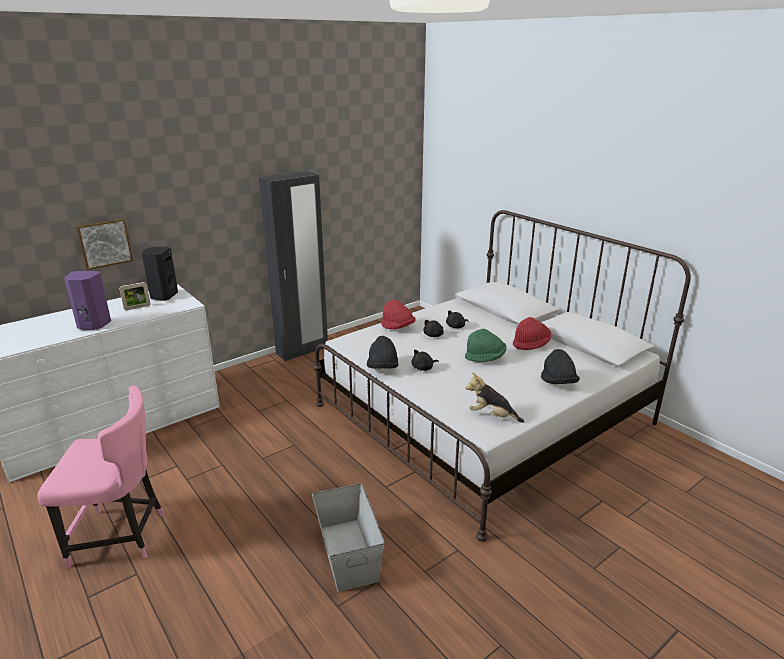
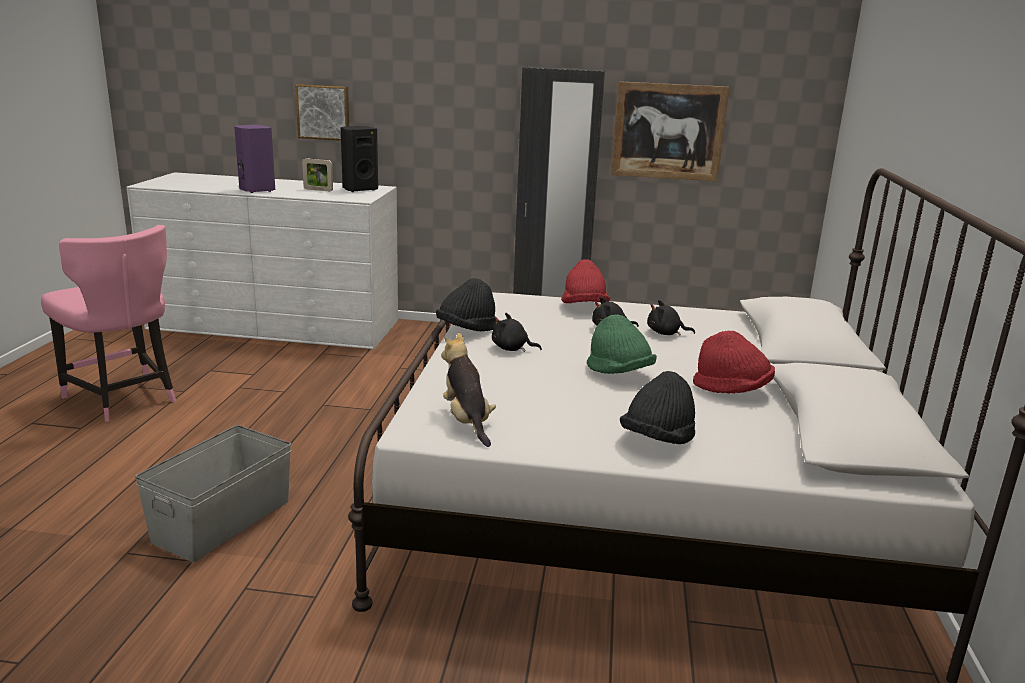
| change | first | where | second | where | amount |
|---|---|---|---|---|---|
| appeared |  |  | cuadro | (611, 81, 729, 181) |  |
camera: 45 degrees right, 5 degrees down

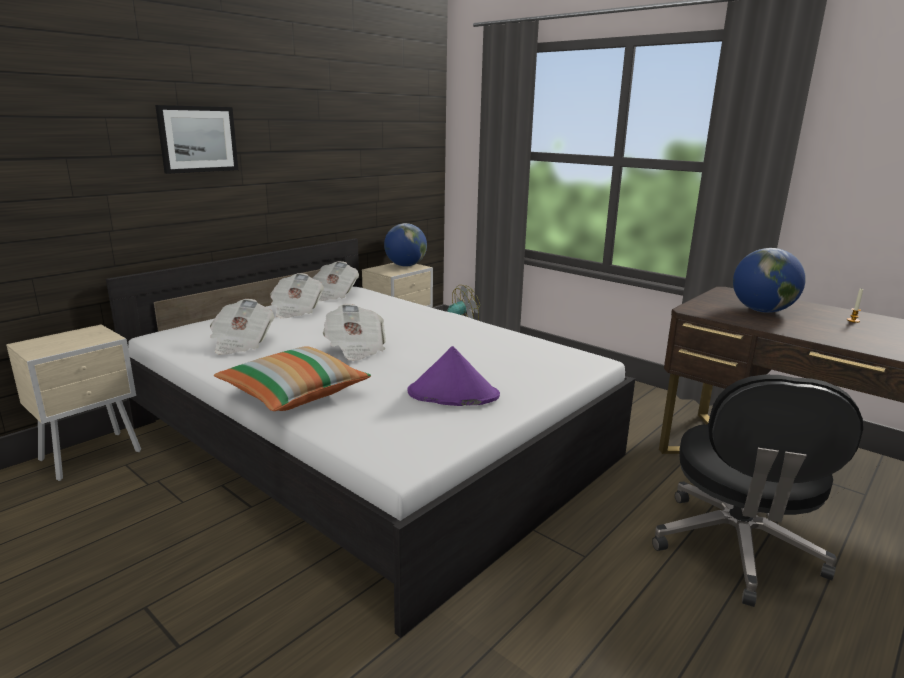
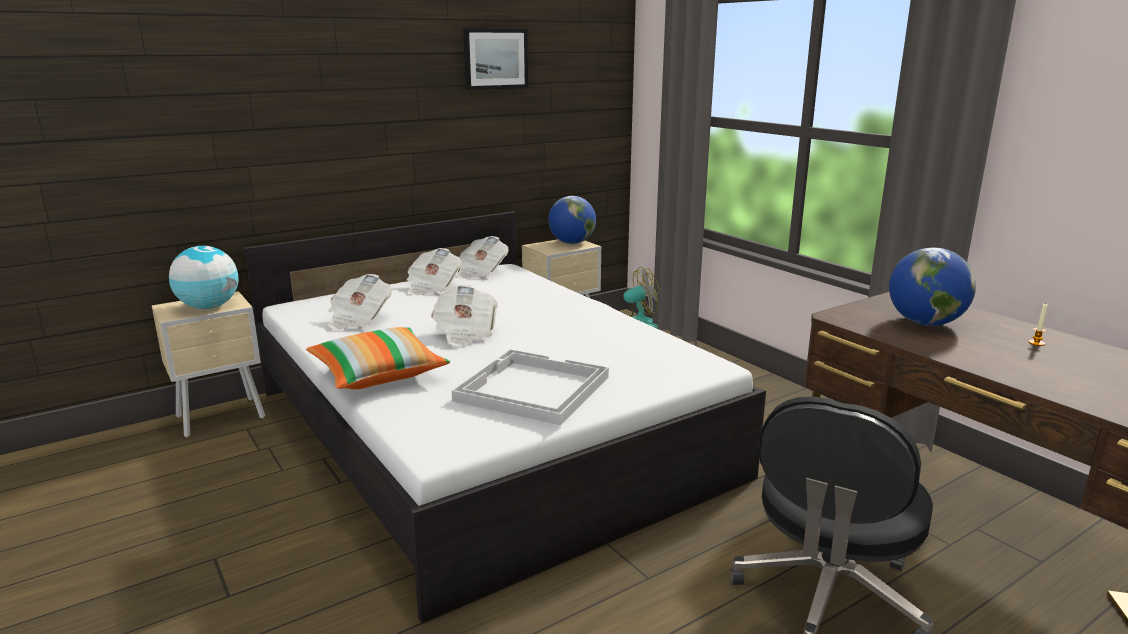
| change | first | where | second | where | amount |
|---|---|---|---|---|---|
| relocated | cuadro | (155, 105, 238, 174) |  | (463, 28, 528, 90) |  |
| exchanged | sombrero/morado | (407, 346, 500, 406) | bandeja/blanco | (452, 349, 609, 425) |  |
| appeared |  |  | globo terráqueo | (169, 246, 239, 309) |  |
camera: 15 degrees right, 0 degrees up

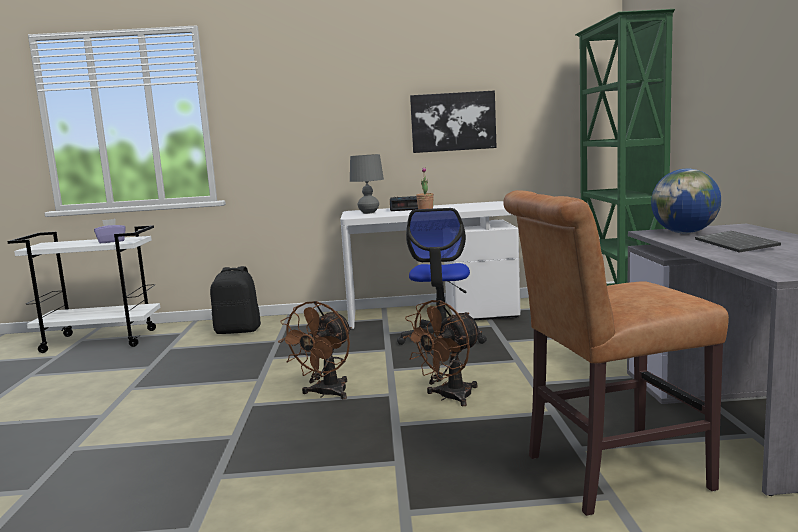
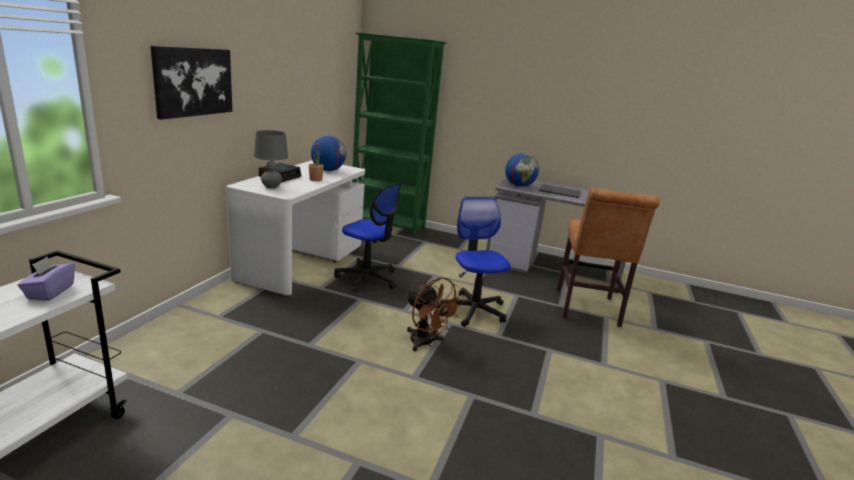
| change | first | where | second | where | amount |
|---|---|---|---|---|---|
| relocated | cuadro | (410, 91, 497, 153) |  | (151, 46, 232, 119) |  |
| missing | mochila/negro | (210, 266, 261, 334) |  |  |  |
| exchanged | ventilador/marrón | (403, 300, 482, 406) | silla de oficina | (437, 197, 511, 327) |  |
| appeared |  |  | globo terráqueo | (311, 136, 346, 171) |  |
camera: 70 degrees left, 10 degrees up

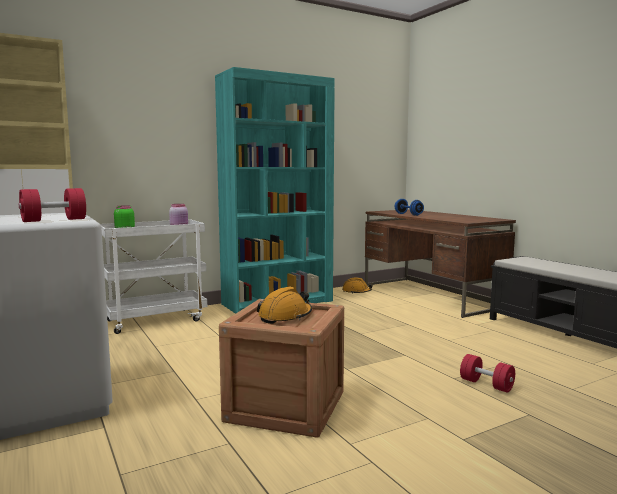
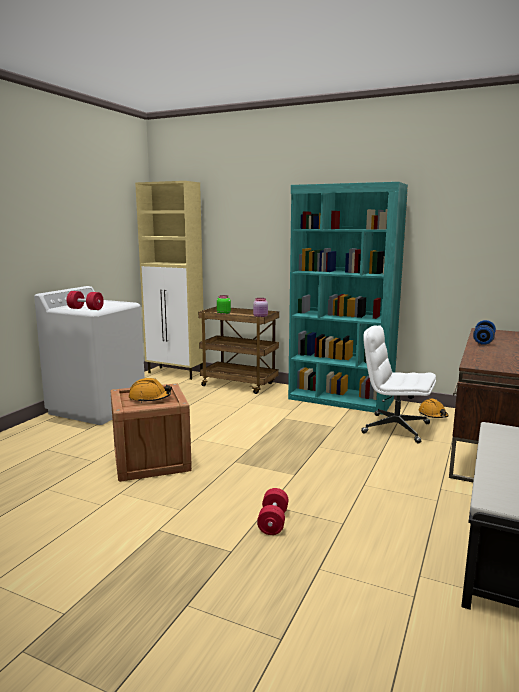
| change | first | where | second | where | amount |
|---|---|---|---|---|---|
| colour | carrito/blanco | (100, 219, 207, 334) | carrito/marrón | (198, 306, 279, 394) |  |
| appeared |  |  | silla de oficina/blanco | (361, 325, 436, 443) |  |
camera: 55 degrees right, 5 degrees up

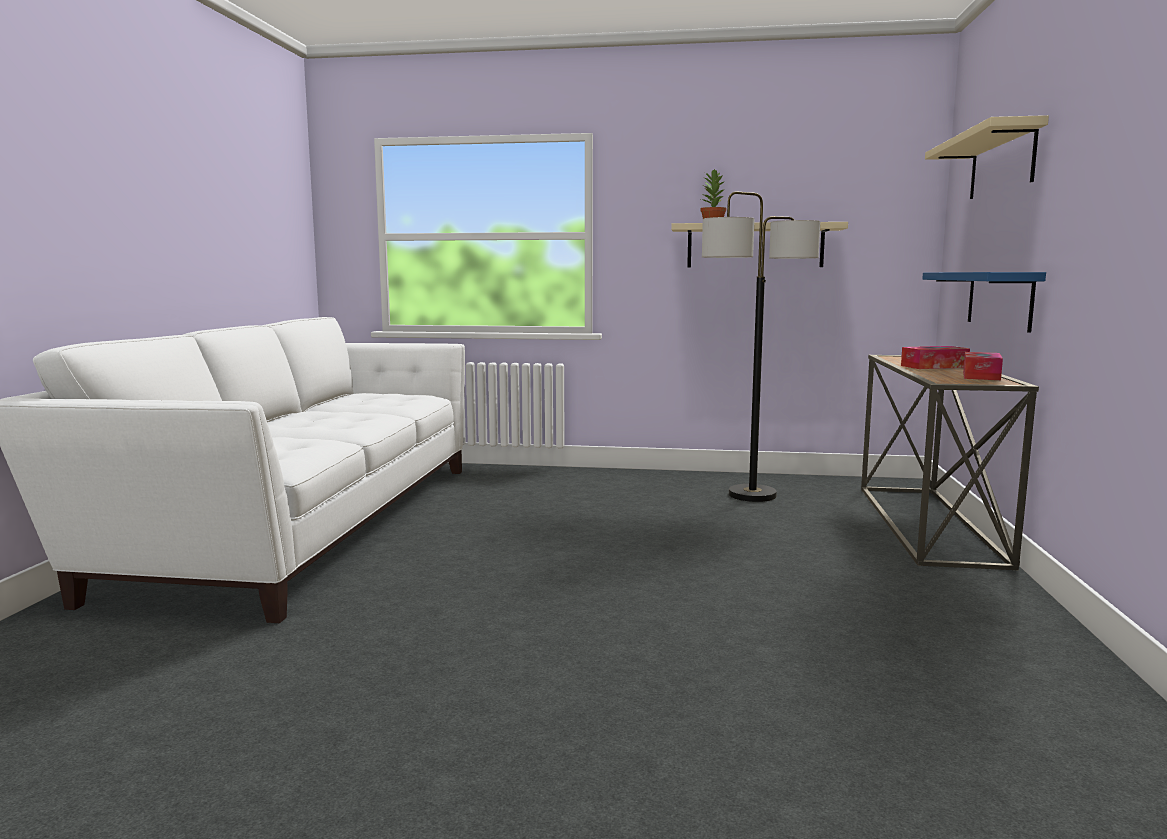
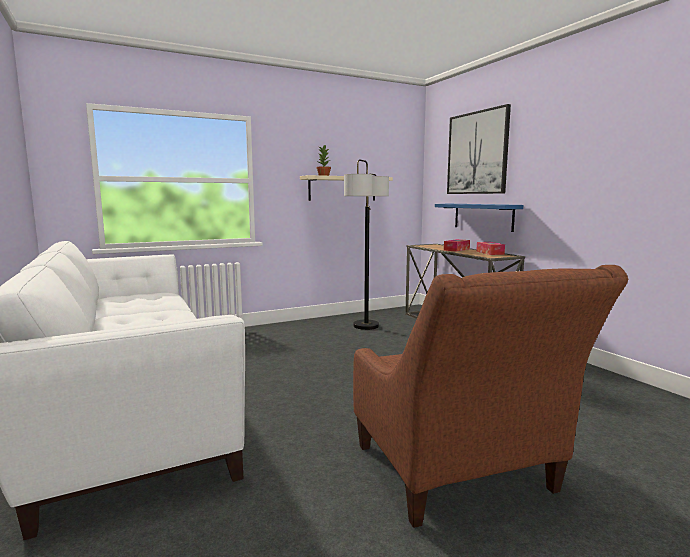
| change | first | where | second | where | amount |
|---|---|---|---|---|---|
| exchanged | estante/beis | (925, 115, 1049, 199) | cuadro | (447, 104, 511, 194) |  |
| appeared |  |  | sillón/marrón | (353, 265, 628, 528) |  |
camera: 35 degrees left, 0 degrees up

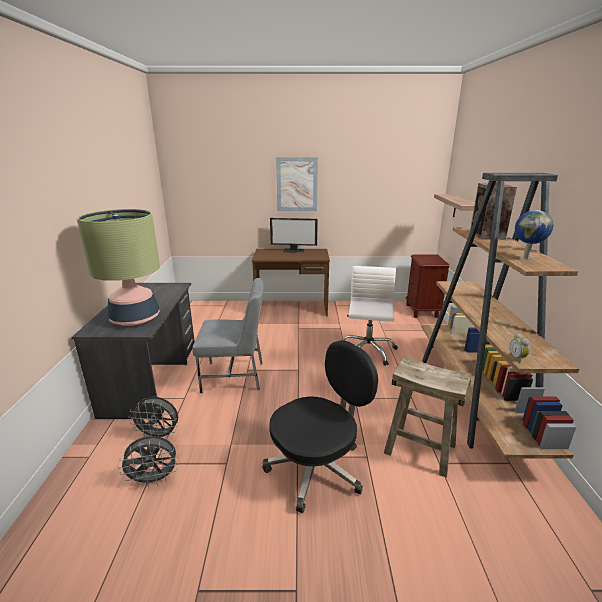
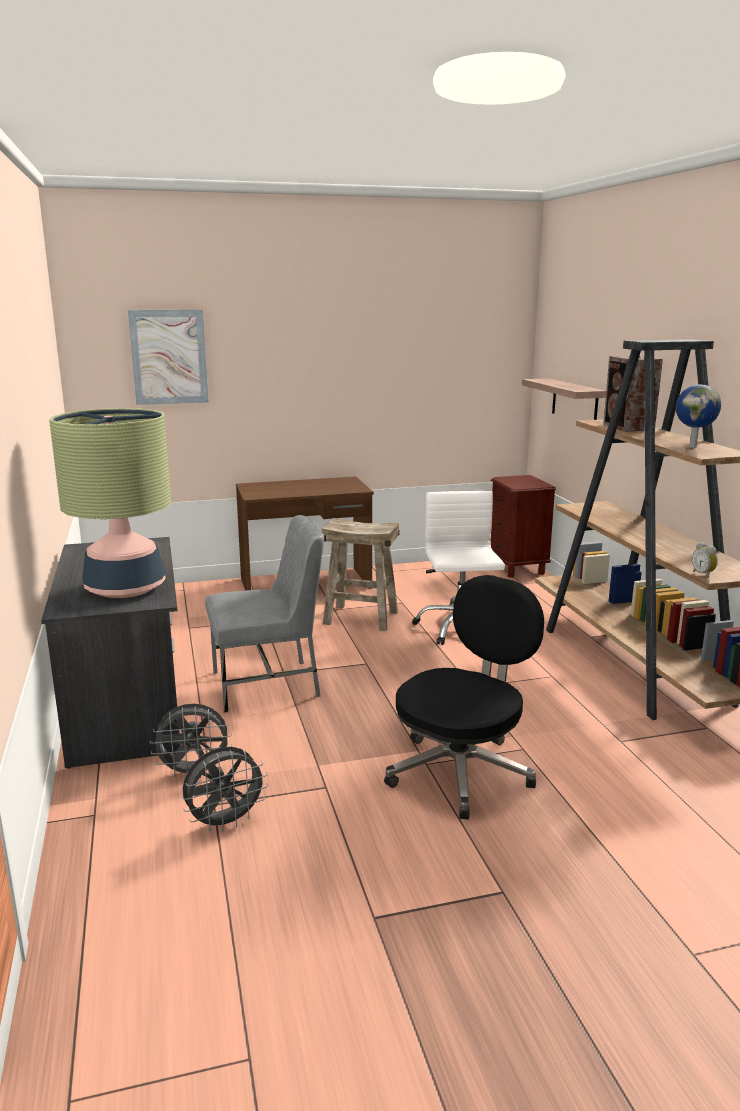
| change | first | where | second | where | amount |
|---|---|---|---|---|---|
| relocated | cuadro | (276, 157, 318, 211) |  | (128, 310, 208, 405) |  |
| missing | monitor | (270, 218, 318, 253) |  |  |  |
| relocated | taburete/beis | (384, 356, 472, 478) |  | (322, 518, 400, 631) |  |
camera: 15 degrees left, 5 degrees down

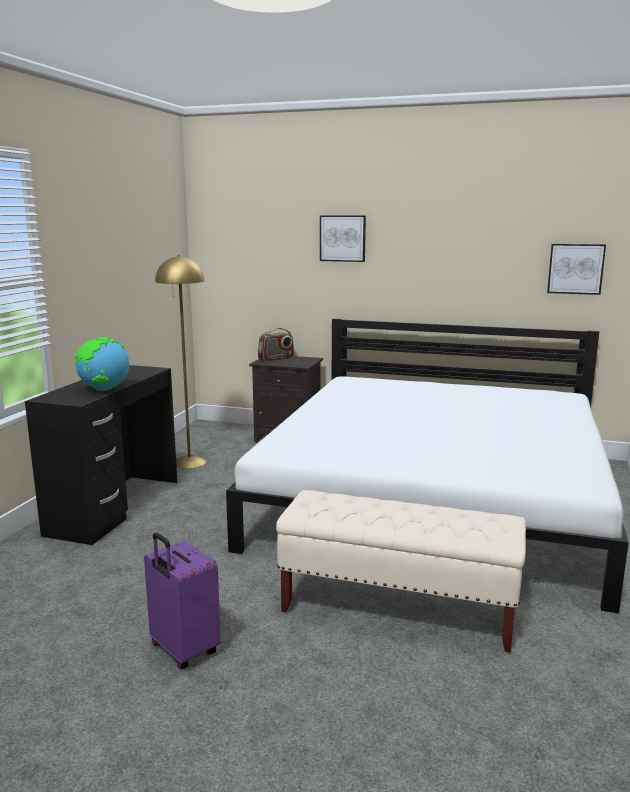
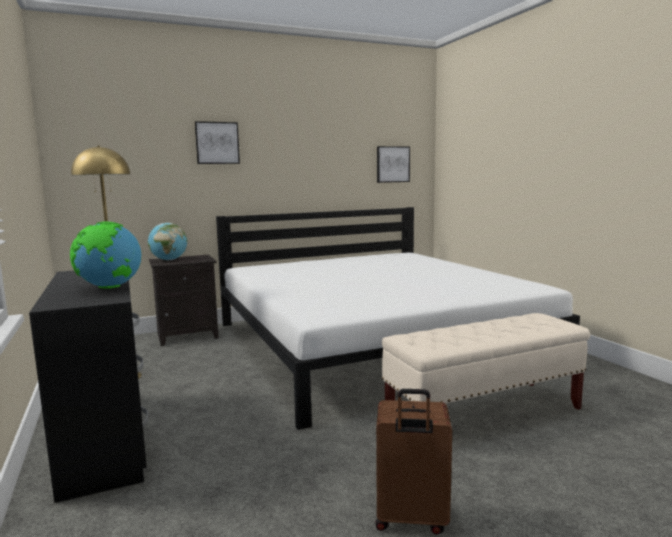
| change | first | where | second | where | amount |
|---|---|---|---|---|---|
| exchanged | radio | (258, 328, 294, 362) | globo terráqueo | (148, 223, 187, 261) |  |
| colour | maleta/morado | (144, 533, 221, 669) | maleta/marrón | (375, 389, 452, 535) |  |
camera: 40 degrees left, 5 degrees down

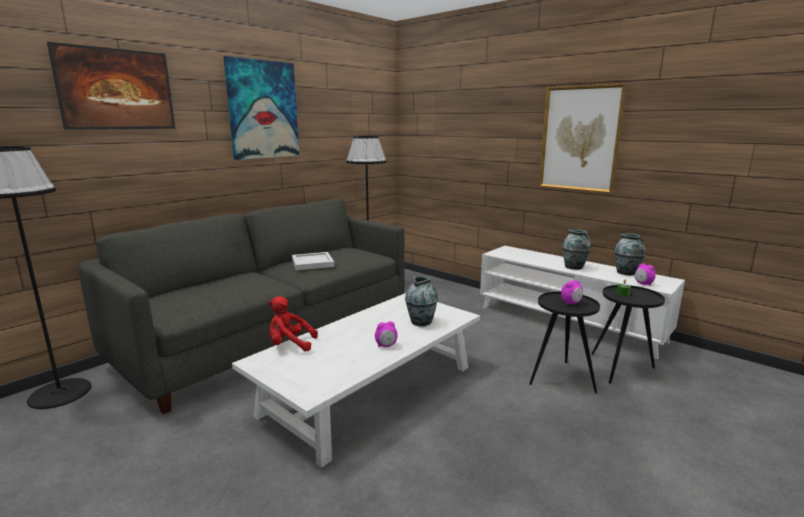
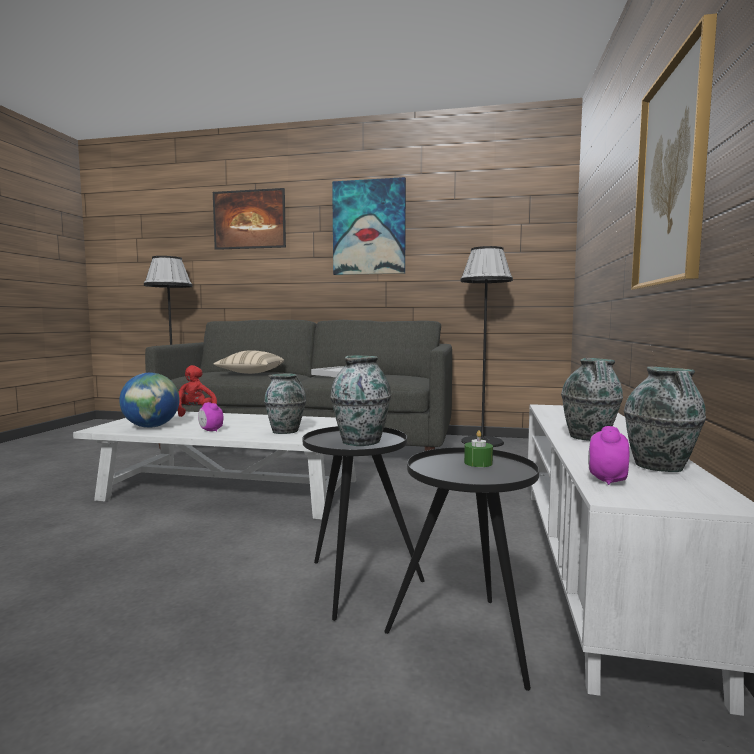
| change | first | where | second | where | amount |
|---|---|---|---|---|---|
| exchanged | despertador | (561, 280, 583, 304) | florero | (330, 356, 391, 446) |  |
| appeared |  |  | cojín/beis | (214, 350, 284, 374) |  |
| appeared |  |  | globo terráqueo | (119, 372, 180, 428) |  |
camera: 60 degrees right, 10 degrees down

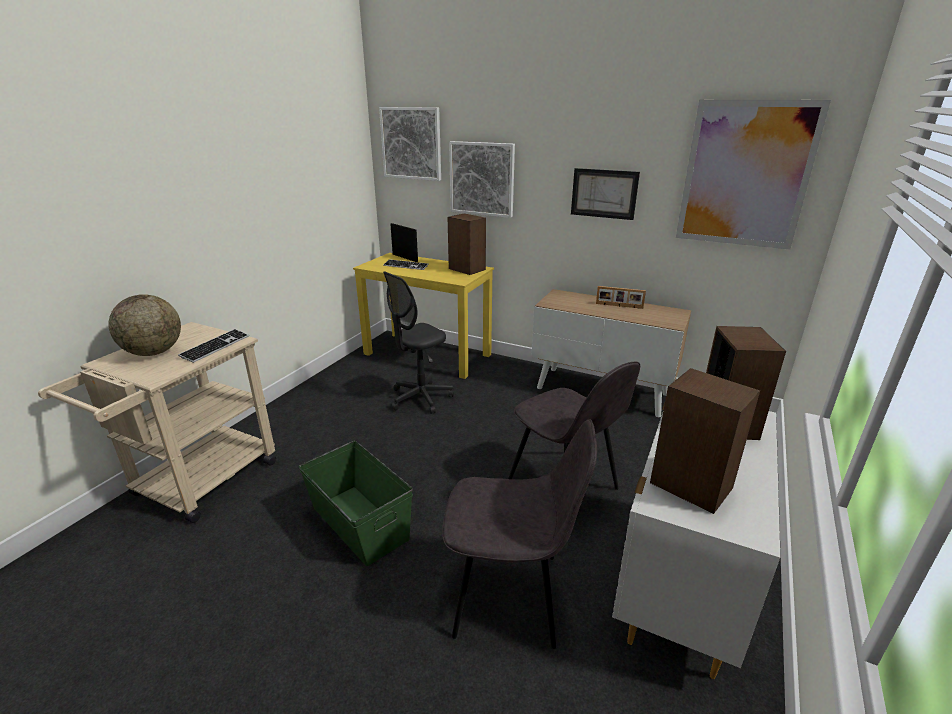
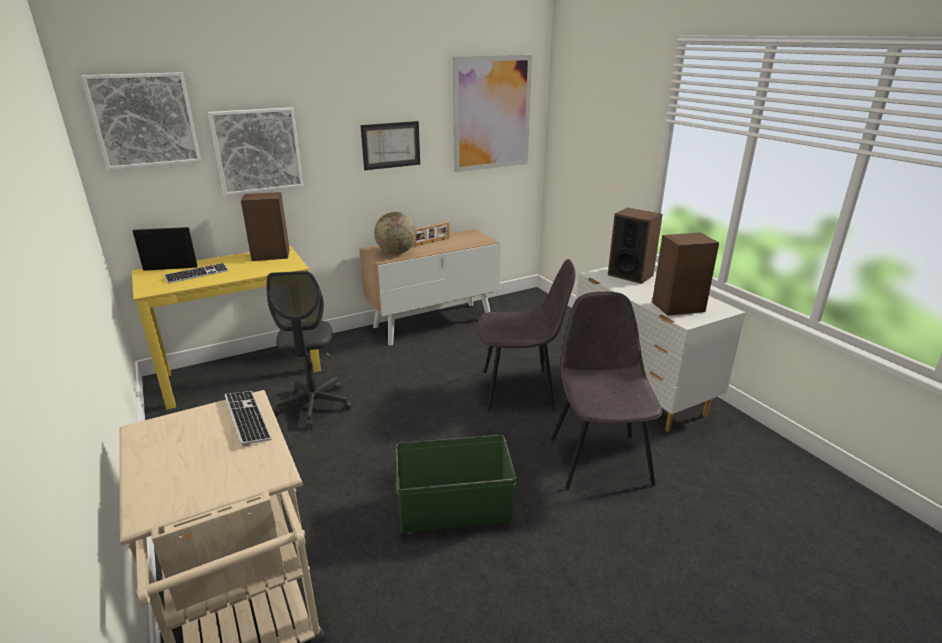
| change | first | where | second | where | amount |
|---|---|---|---|---|---|
| relocated | globo terráqueo | (109, 294, 181, 356) |  | (374, 212, 416, 254) |  |
| spun | silla/gris | (442, 419, 597, 649) |  | (551, 292, 662, 490) | 45 degrees counterclockwise |
camera: 55 degrees left, 0 degrees up

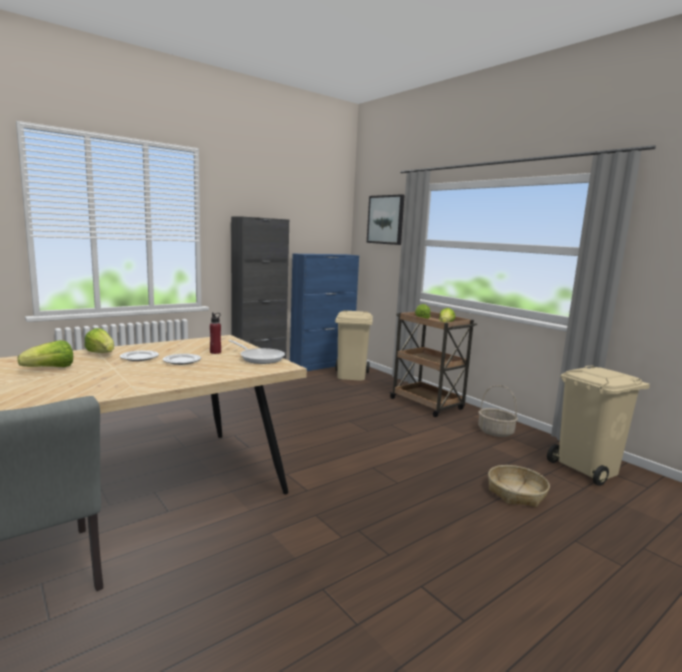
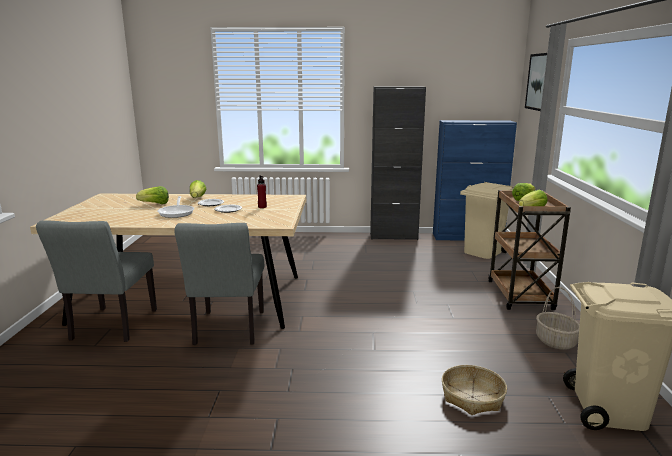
| change | first | where | second | where | amount |
|---|---|---|---|---|---|
| relocated | sartén | (229, 340, 285, 364) |  | (157, 196, 194, 218) |  |
| appeared |  |  | silla/gris | (174, 223, 264, 345) |  |
camera: 40 degrees right, 5 degrees up

